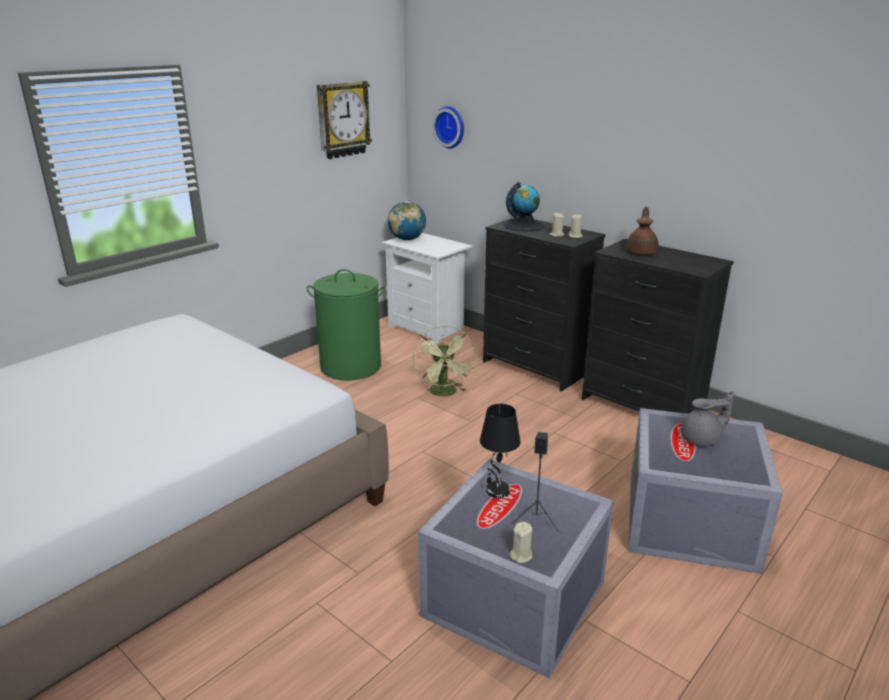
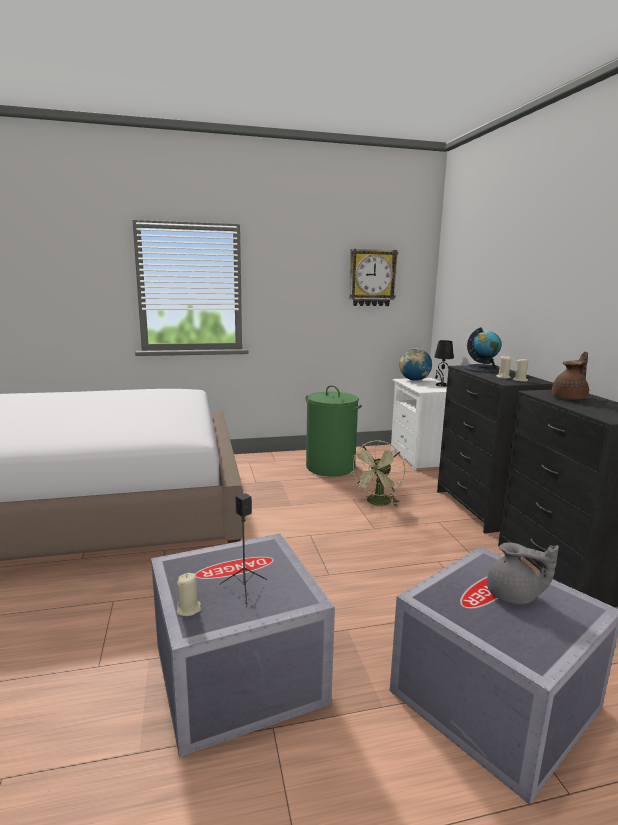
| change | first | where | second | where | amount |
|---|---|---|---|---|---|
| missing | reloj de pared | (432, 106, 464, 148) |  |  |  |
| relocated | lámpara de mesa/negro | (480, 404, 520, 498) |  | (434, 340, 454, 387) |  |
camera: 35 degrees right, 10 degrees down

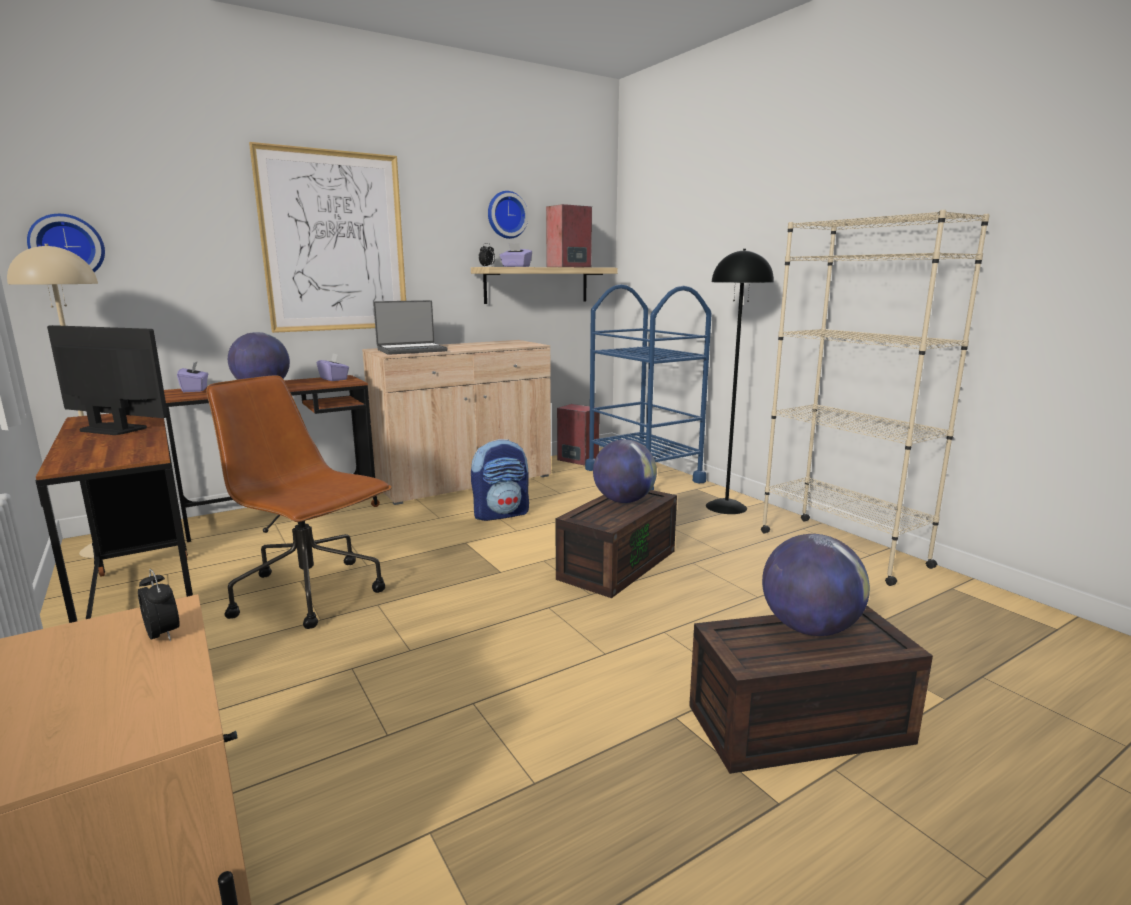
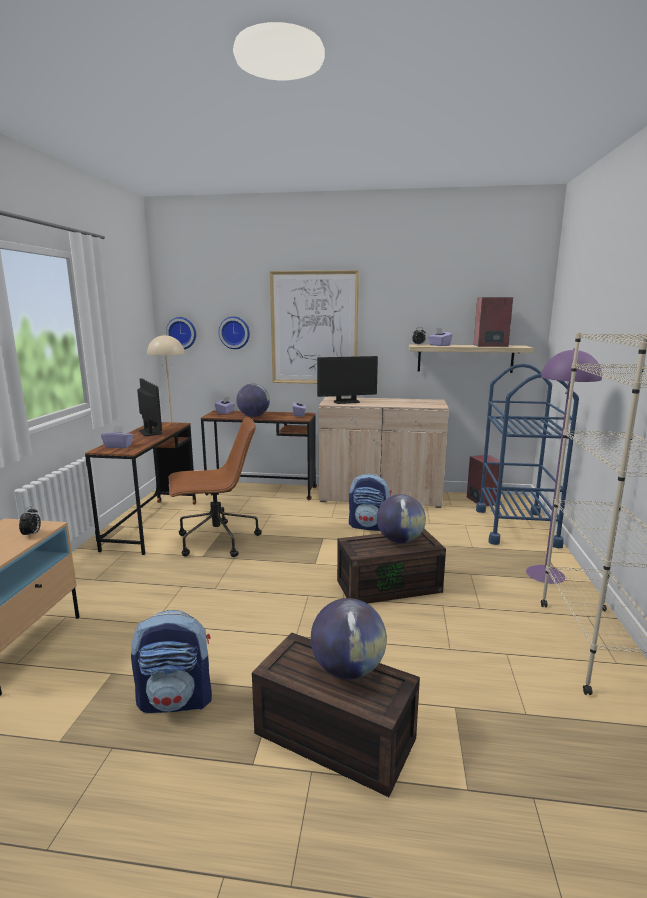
| change | first | where | second | where | amount |
|---|---|---|---|---|---|
| relocated | reloj de pared | (488, 191, 528, 239) |  | (219, 316, 250, 349) |  |
| colour | lámpara de pie/negro | (706, 249, 774, 514) | lámpara de pie/morado | (526, 348, 602, 584) |  |
| exchanged | portátil | (373, 300, 447, 355) | monitor | (317, 356, 378, 404) |  |
| spun | silla de oficina/marrón | (206, 376, 392, 629) |  | (168, 417, 262, 557) | 90 degrees clockwise |
| appeared |  |  | caja de pañuelos/morado | (101, 426, 134, 448) |  |
| appeared |  |  | mochila | (131, 610, 212, 713) |  |
camera: 40 degrees right, 0 degrees up

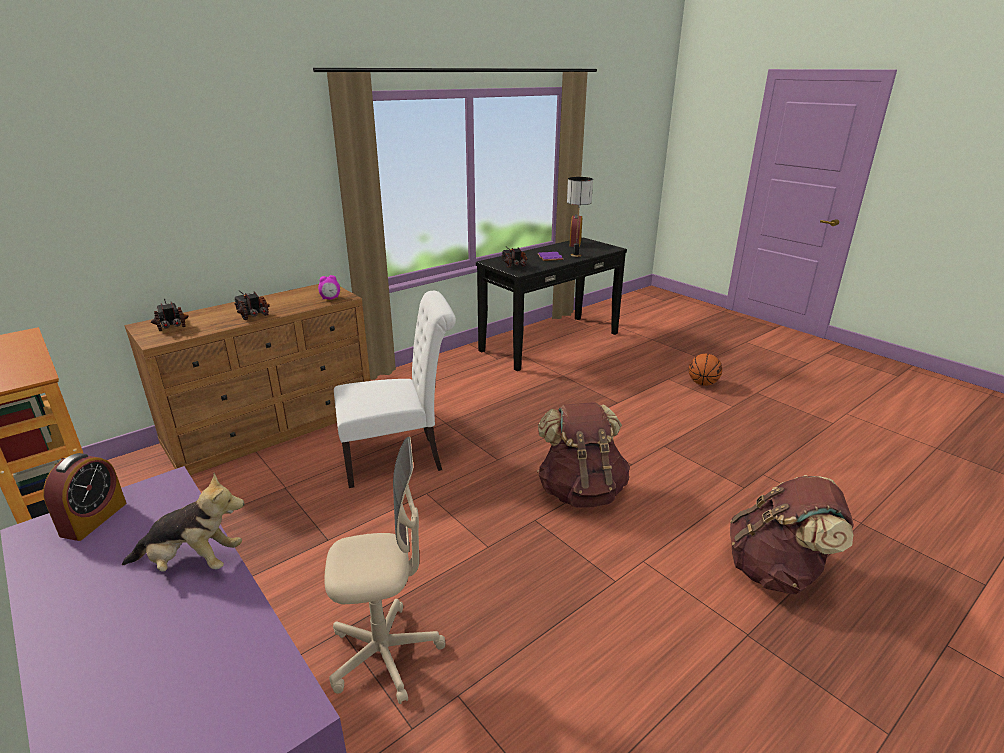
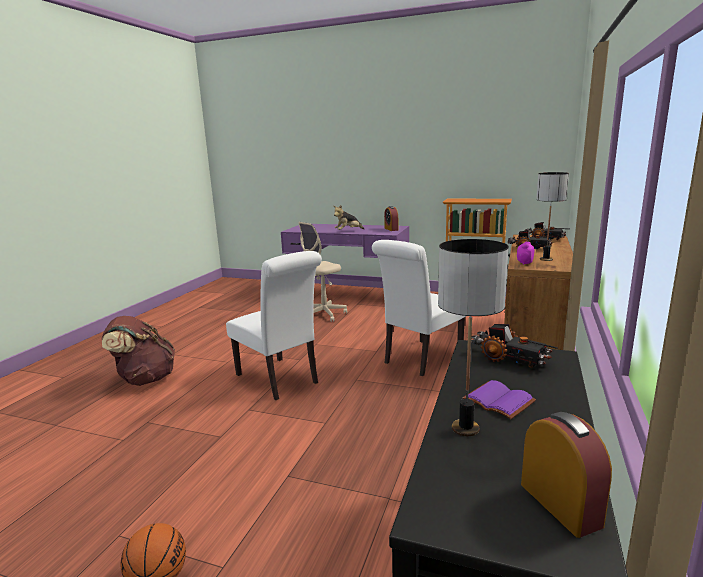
| change | first | where | second | where | amount |
|---|---|---|---|---|---|
| exchanged | mochila/marrón | (537, 403, 630, 508) | silla/blanco | (226, 251, 322, 400) |  |
| appeared |  |  | lámpara de mesa | (536, 172, 569, 261) |  |
camera: 150 degrees right, 10 degrees down

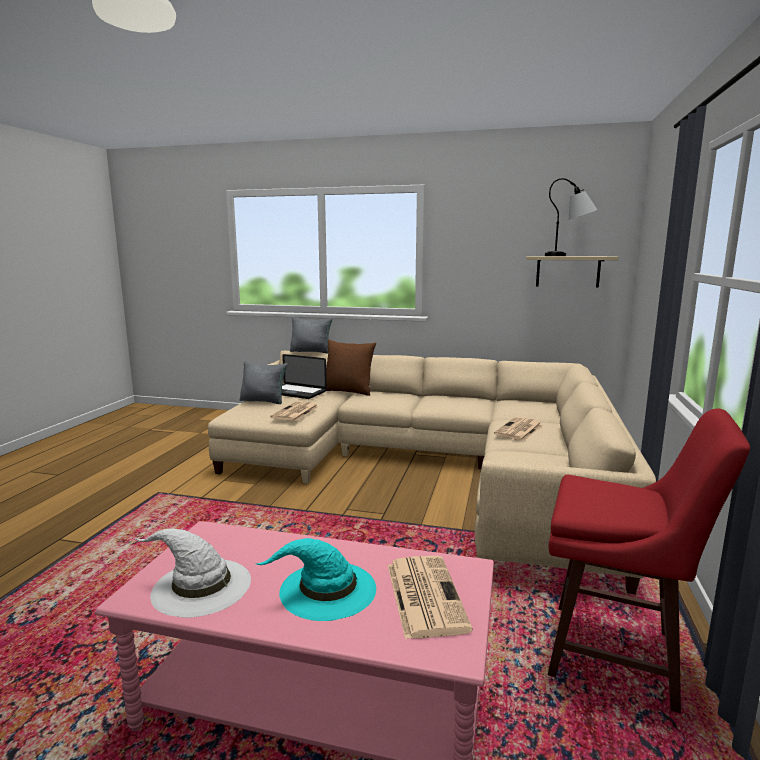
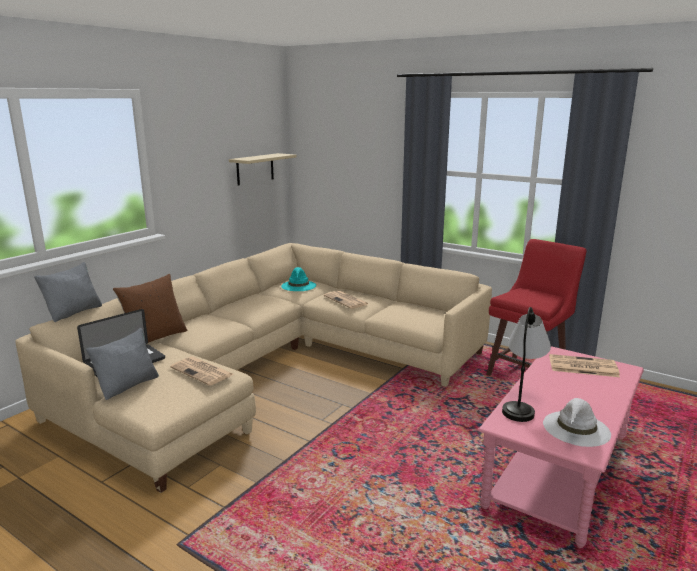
| change | first | where | second | where | amount |
|---|---|---|---|---|---|
| relocated | lámpara de mesa | (545, 178, 597, 256) |  | (502, 307, 551, 422) |  |
| relocated | sombrero/turquesa | (256, 538, 376, 621) |  | (281, 267, 316, 291) |  |
camera: 70 degrees left, 5 degrees up

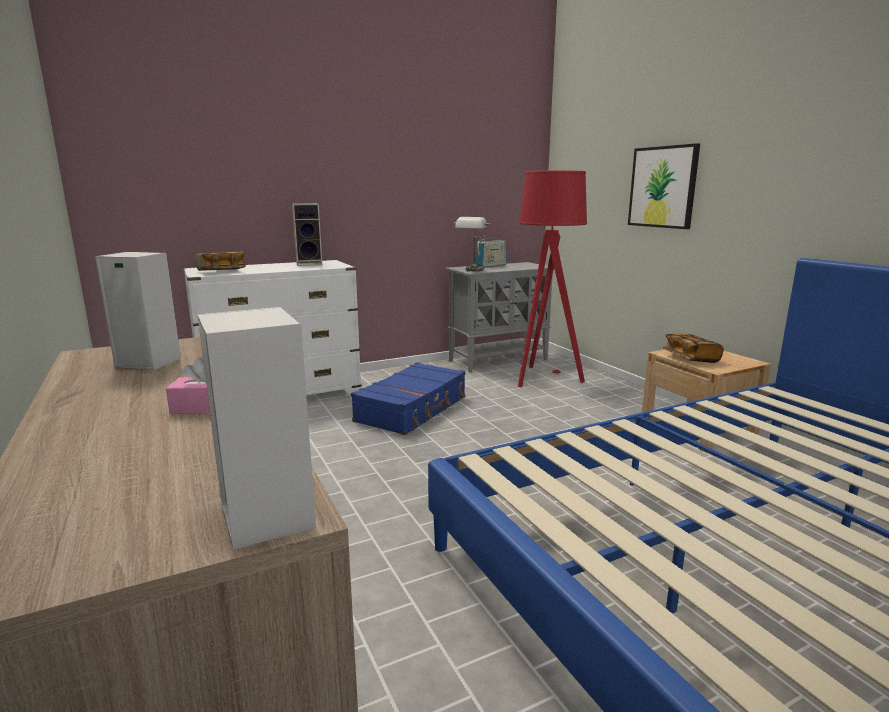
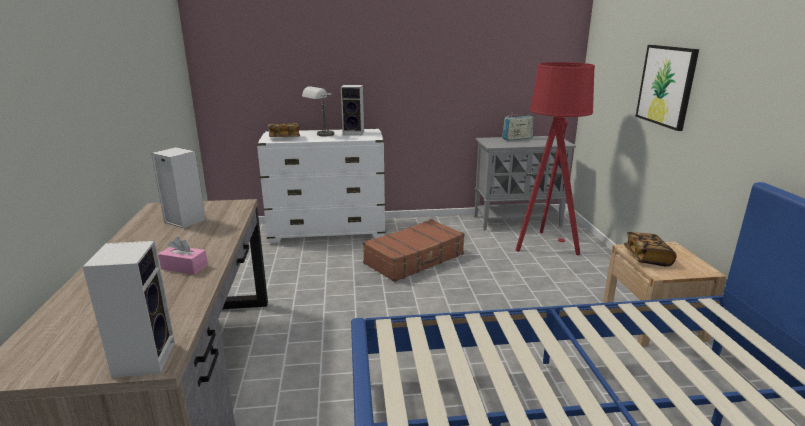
| change | first | where | second | where | amount |
|---|---|---|---|---|---|
| relocated | lámpara de mesa/gris | (454, 217, 491, 271) |  | (302, 86, 334, 136) |  |
| colour | maleta/azul | (351, 362, 465, 435) | maleta/marrón | (363, 219, 465, 282) |  |
camera: 20 degrees right, 5 degrees up

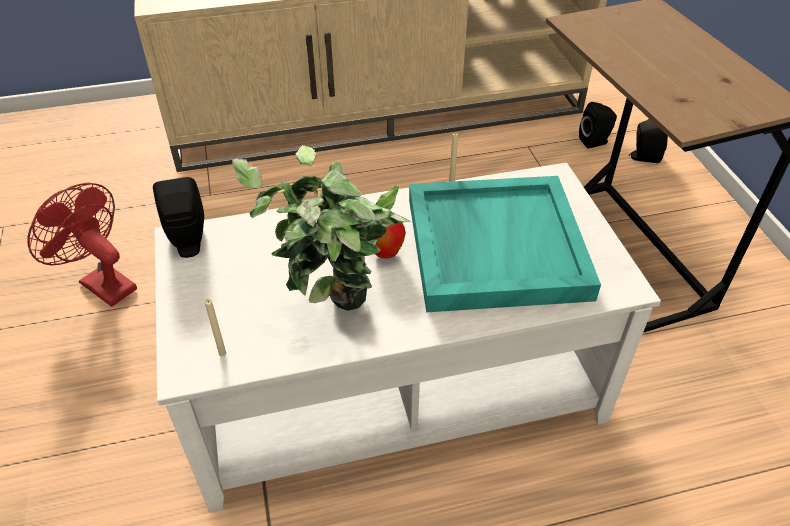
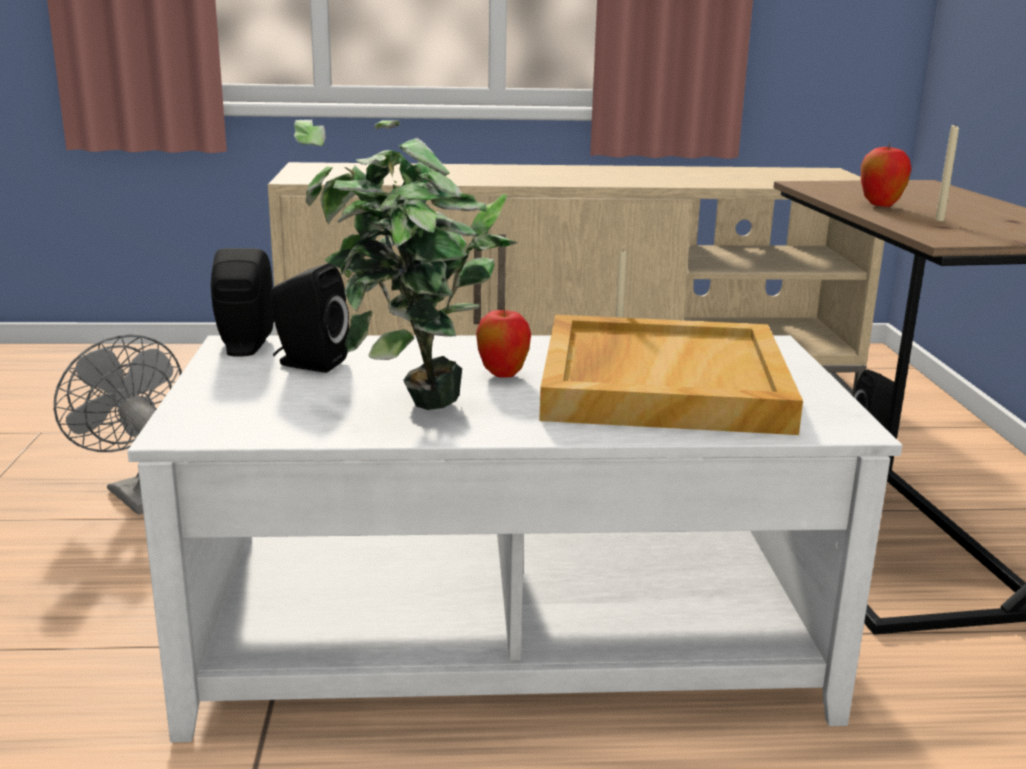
| change | first | where | second | where | amount |
|---|---|---|---|---|---|
| relocated | altavoz/negro | (629, 119, 668, 163) |  | (270, 263, 349, 373) |  |
| colour | bandeja/turquesa | (409, 176, 601, 312) | bandeja/beis | (539, 315, 803, 435) |  |
| colour | ventilador/rojo | (28, 183, 137, 307) | ventilador/gris | (54, 334, 182, 515) |  |
| relocated | vela/beis | (205, 298, 226, 356) |  | (935, 124, 959, 221) |  |
| appeared |  |  | manzana | (861, 143, 912, 207) |  |
camera: 10 degrees right, 25 degrees down

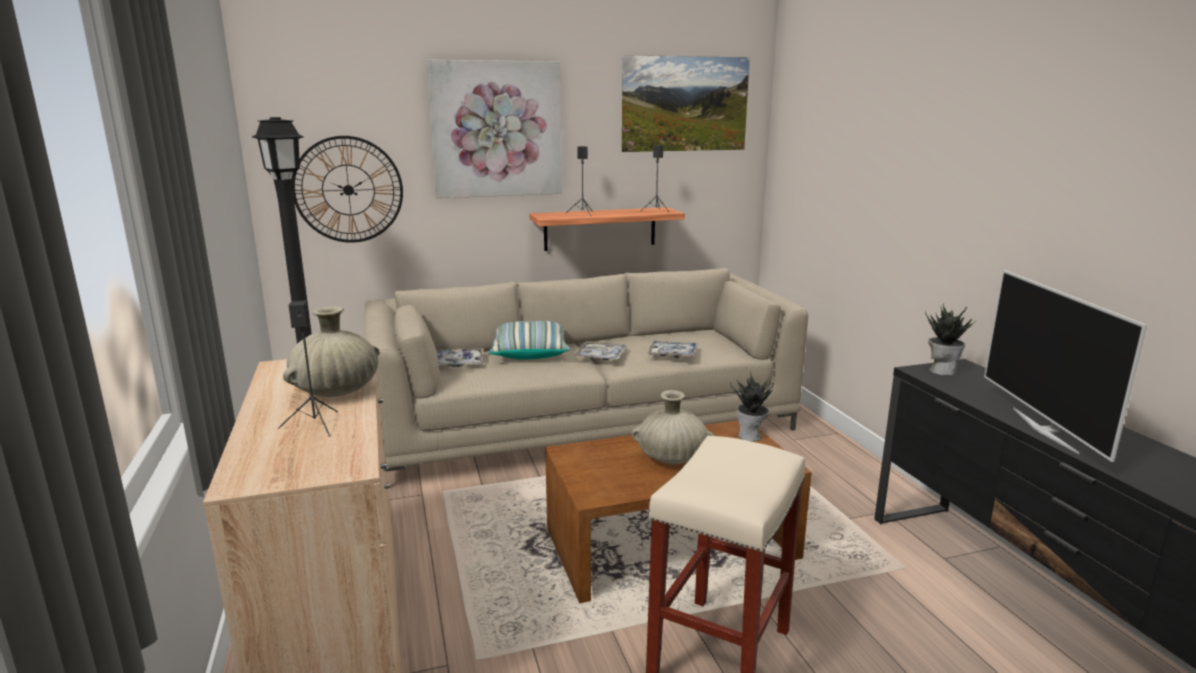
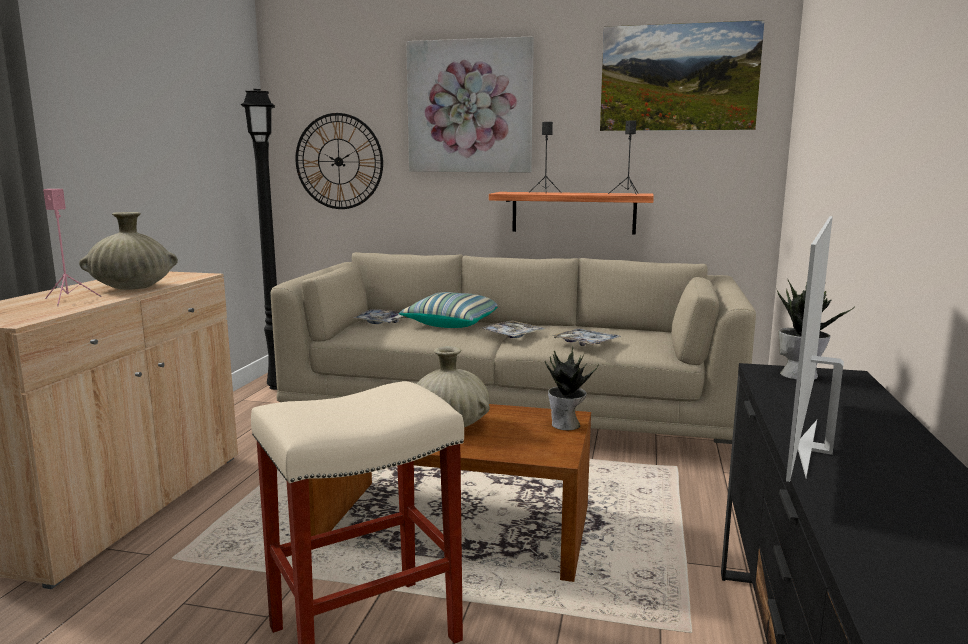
| change | first | where | second | where | amount |
|---|---|---|---|---|---|
| colour | altavoz/negro | (278, 300, 338, 436) | altavoz/rosa | (43, 189, 102, 306) |  |
camera: 30 degrees right, 5 degrees down

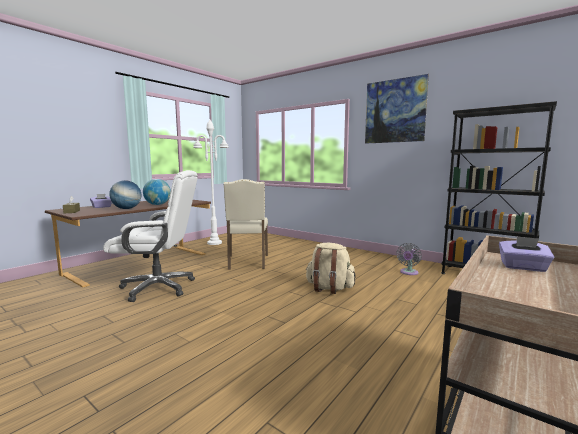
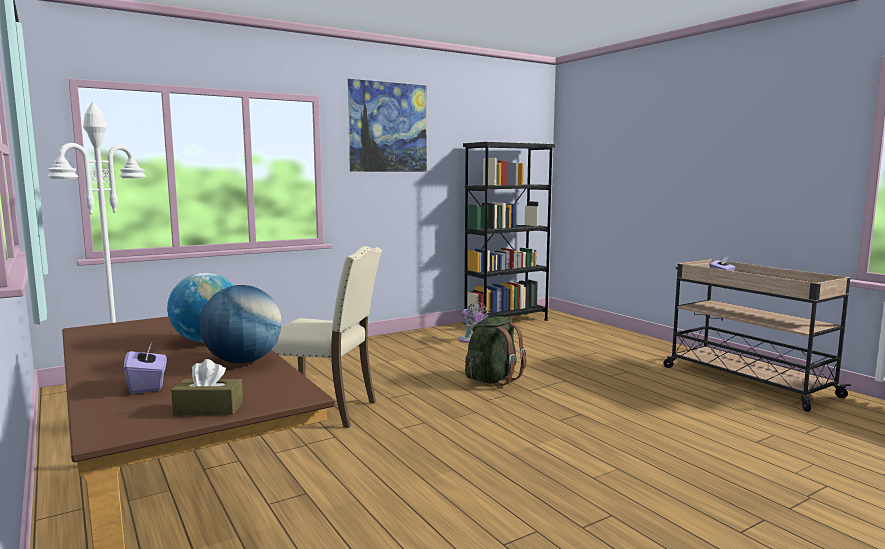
| change | first | where | second | where | amount |
|---|---|---|---|---|---|
| missing | silla de oficina/blanco | (103, 170, 198, 302) |  |  |  |
| colour | mochila/beis | (306, 243, 356, 294) | mochila/verde | (465, 316, 527, 386) |  |
camera: 70 degrees left, 0 degrees up

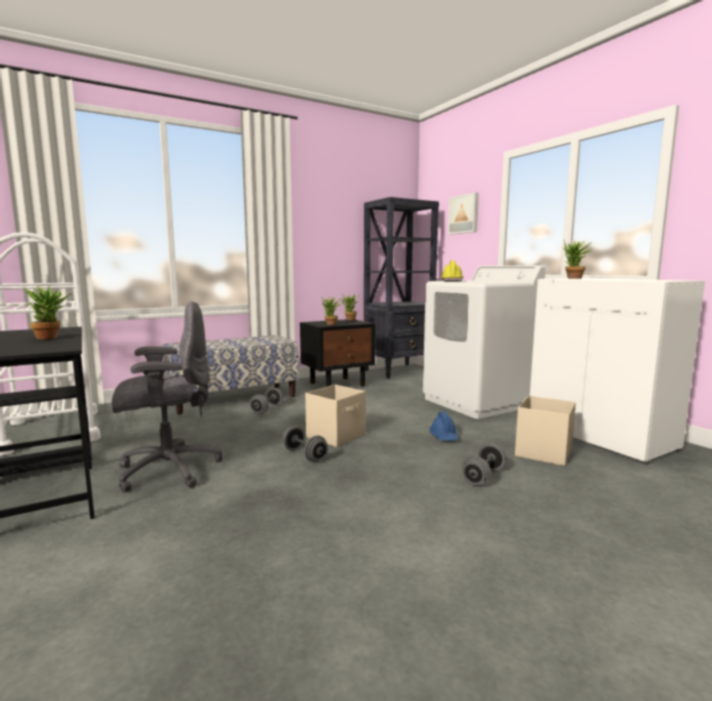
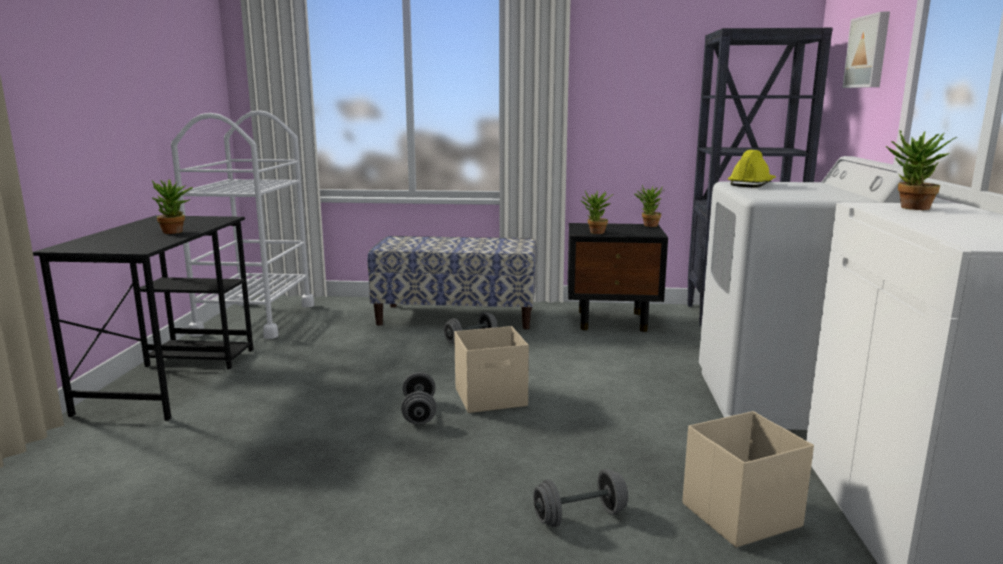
| change | first | where | second | where | amount |
|---|---|---|---|---|---|
| missing | silla de oficina/gris | (112, 301, 222, 492) |  |  |  |
| missing | casco/azul | (429, 412, 459, 441) |  |  |  |
camera: 35 degrees right, 5 degrees up

